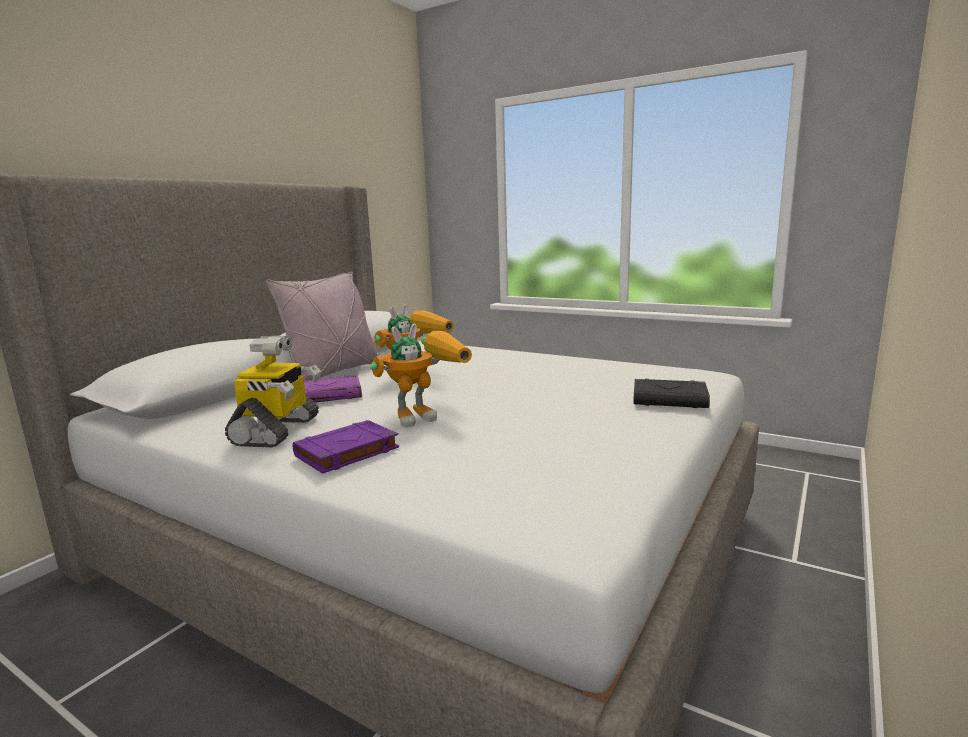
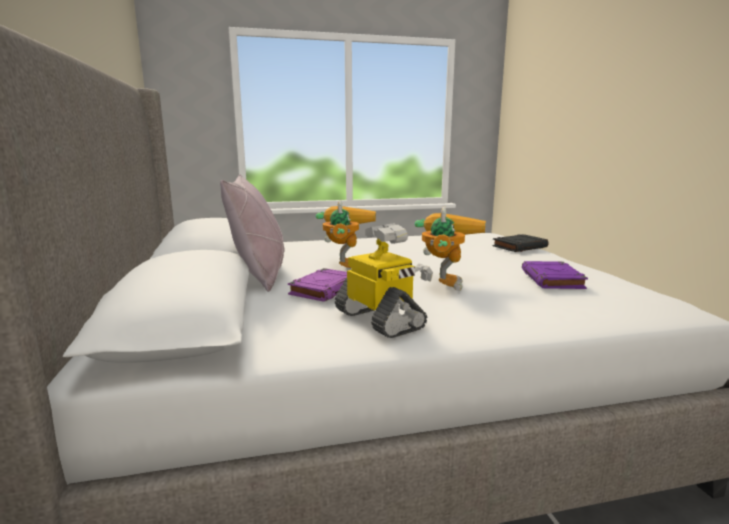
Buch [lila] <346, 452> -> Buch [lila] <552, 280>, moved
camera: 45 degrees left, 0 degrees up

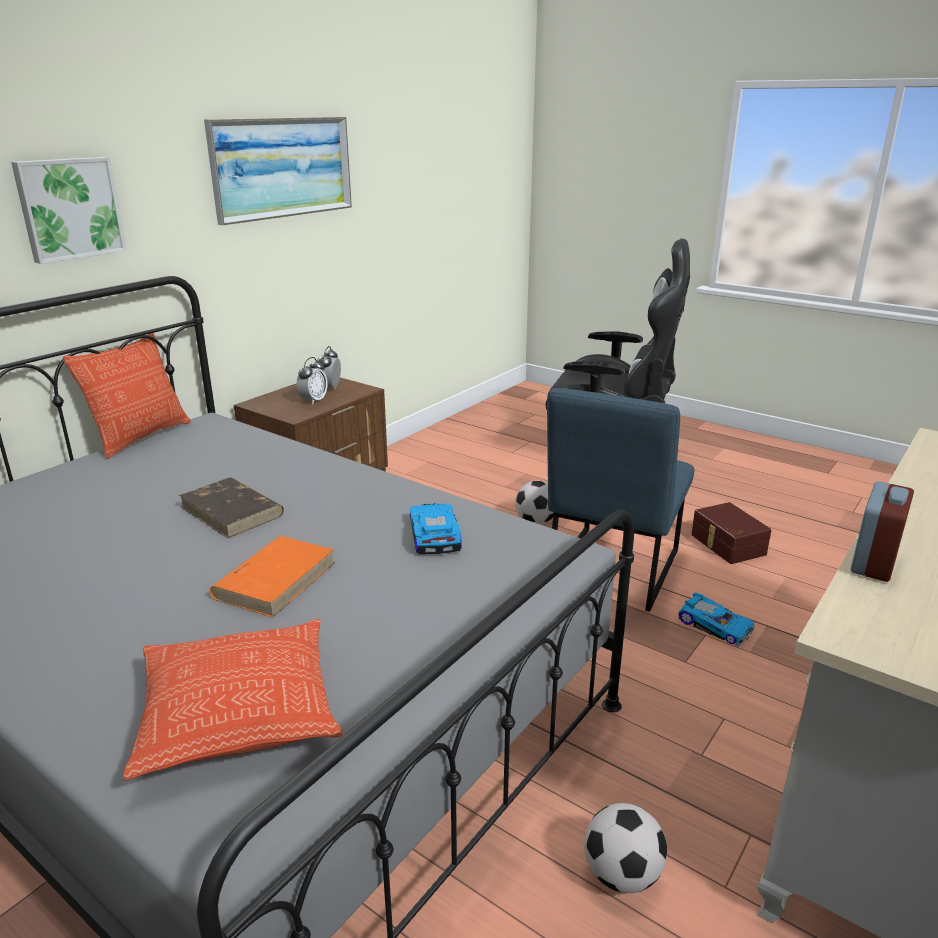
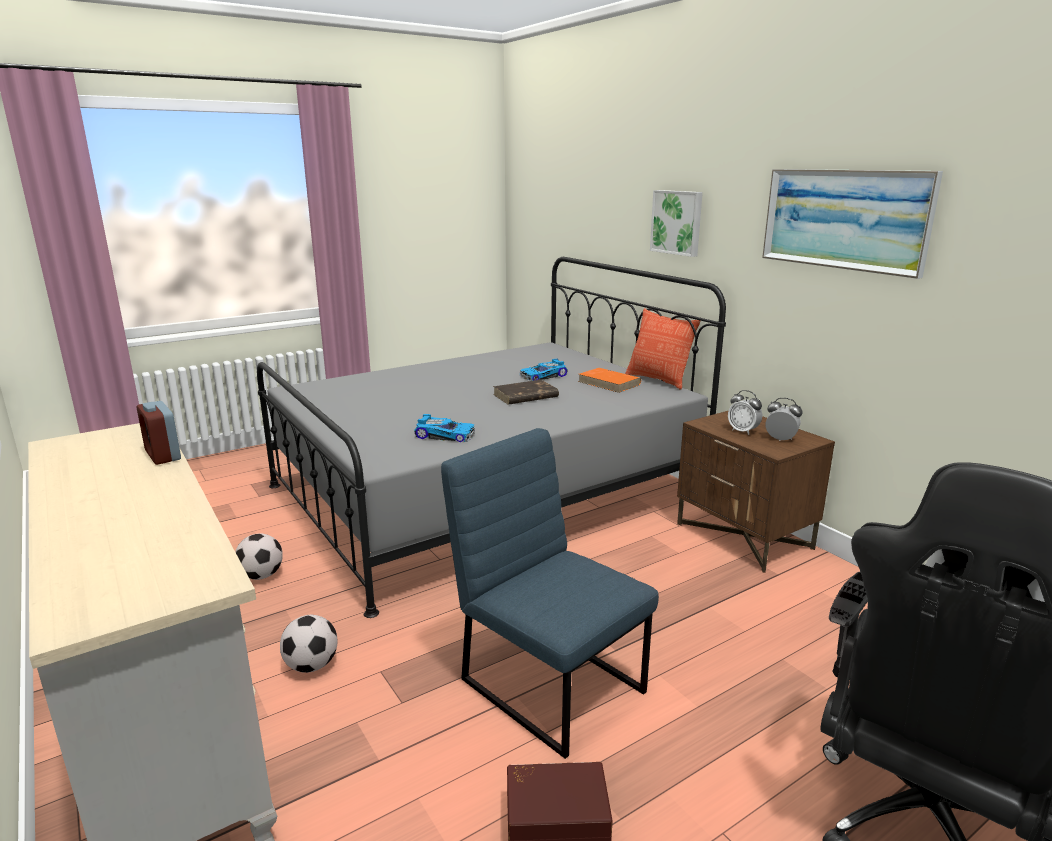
Kissen [orange] <240, 715> -> none
Buch [orange] <276, 579> -> Buch [orange] <609, 383>, moved
Fußball <536, 521> -> Fußball <311, 665>, moved
Spielzeugauto <715, 625> -> Spielzeugauto <544, 376>, moved
camera: 110 degrees right, 5 degrees down

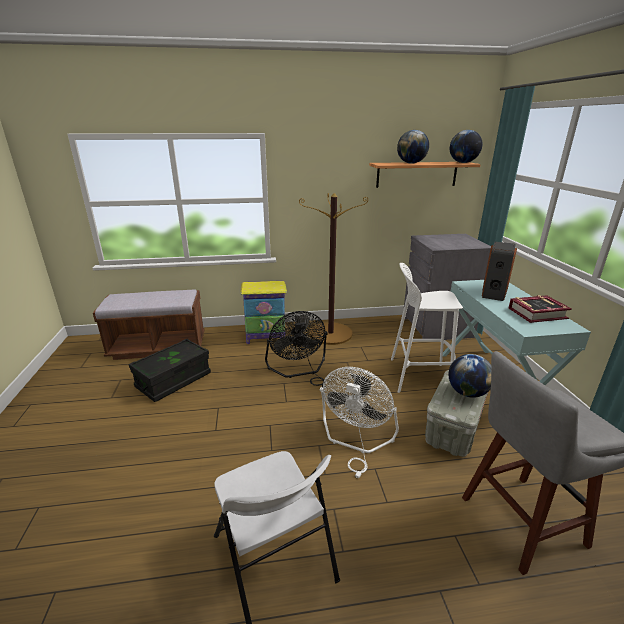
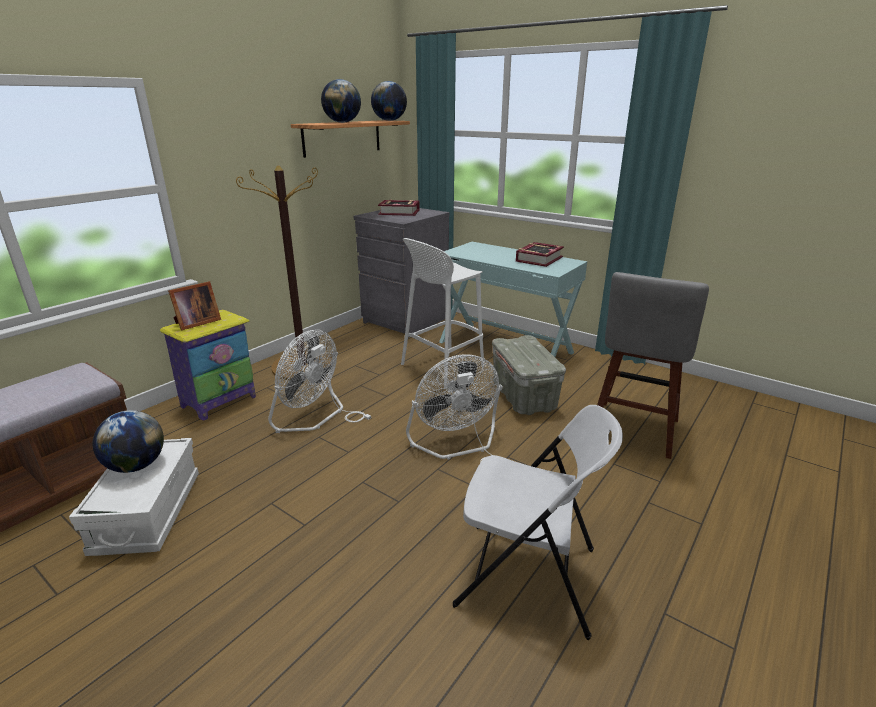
Lautsprecher <494, 292> -> none
none -> Bilderrahmen <196, 323>
none -> Buch <399, 212>
Globus <467, 393> -> Globus <136, 466>, moved
Aufbewahrungsbox [schwarz] <174, 380> -> Aufbewahrungsbox [weiß] <148, 513>
Ventilator [schwarz] <301, 370> -> Ventilator [weiß] <321, 415>
camera: 45 degrees left, 0 degrees up

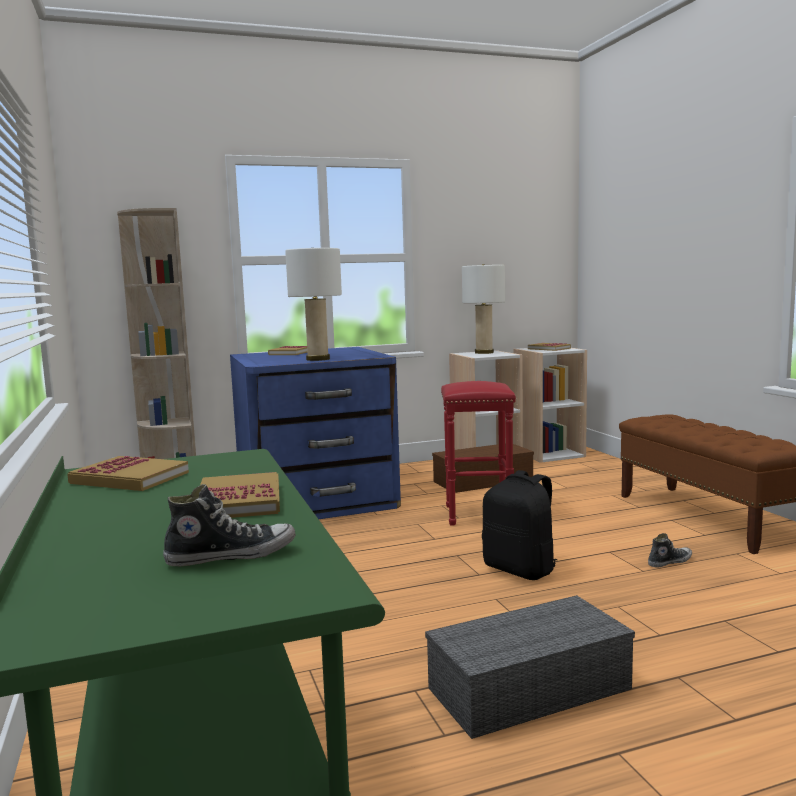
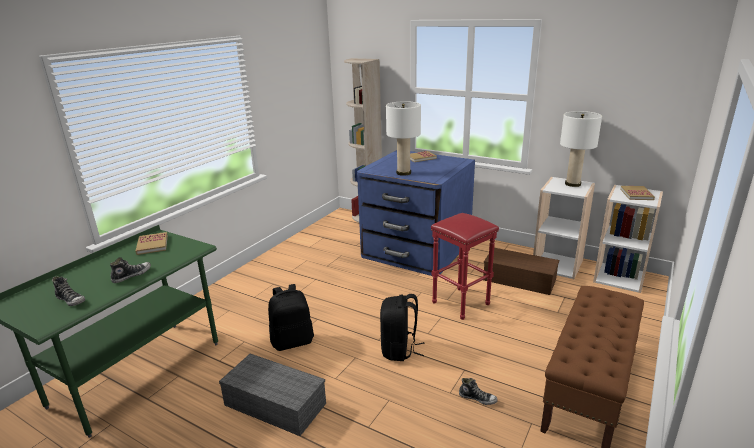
none -> Rucksack [schwarz] <292, 341>
Buch <239, 501> -> Schuh <132, 275>
camera: 50 degrees right, 15 degrees up

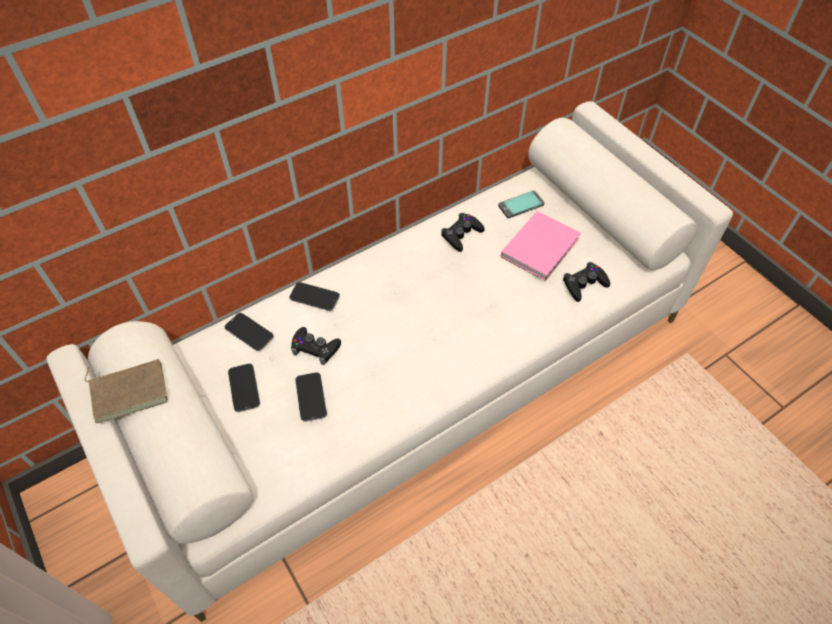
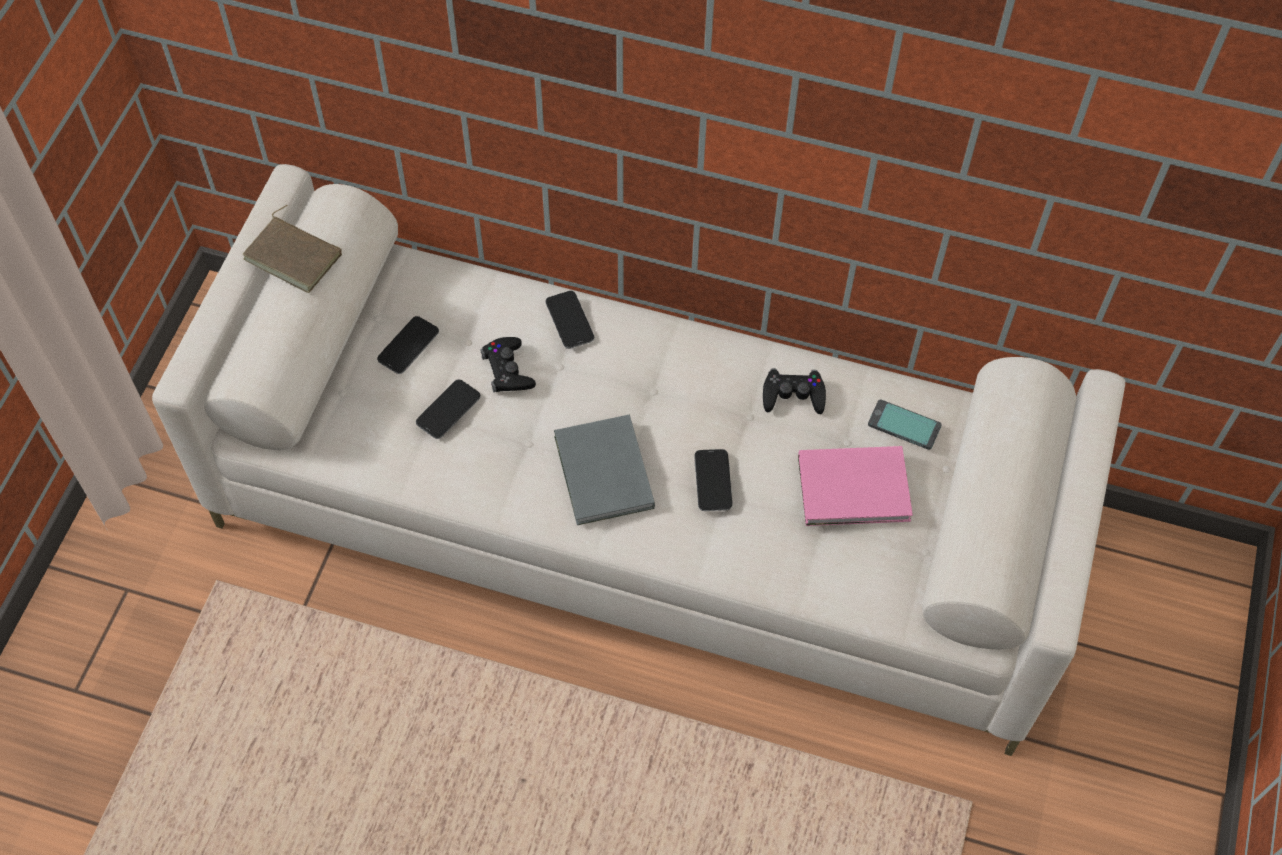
Gamepad [schwarz] <584, 284> -> none
none -> Buch [grau] <602, 475>
Handy <249, 332> -> Handy <713, 481>, moved
camera: 50 degrees right, 5 degrees up

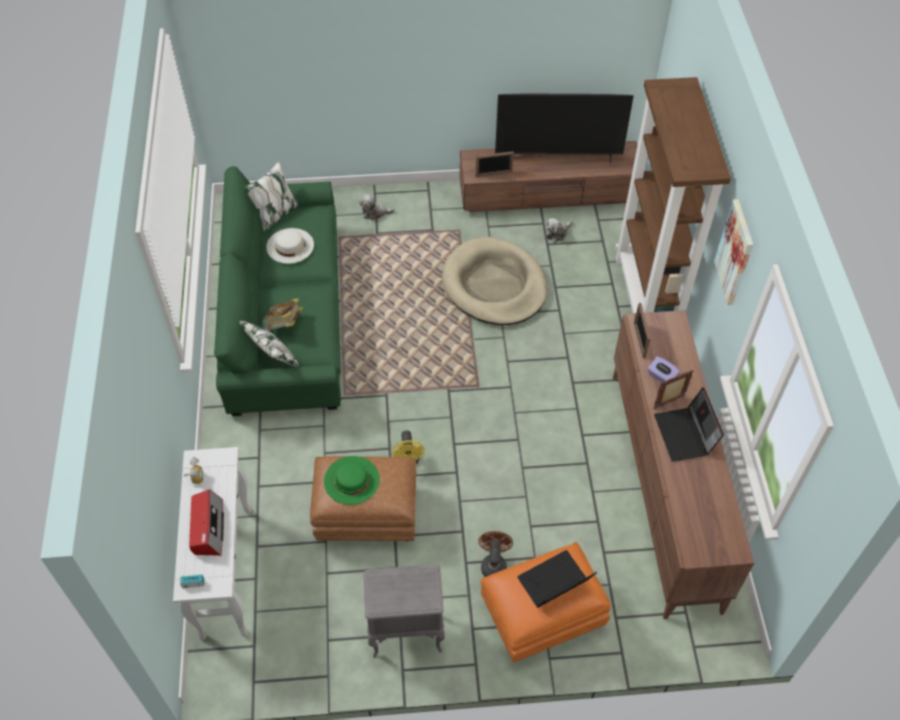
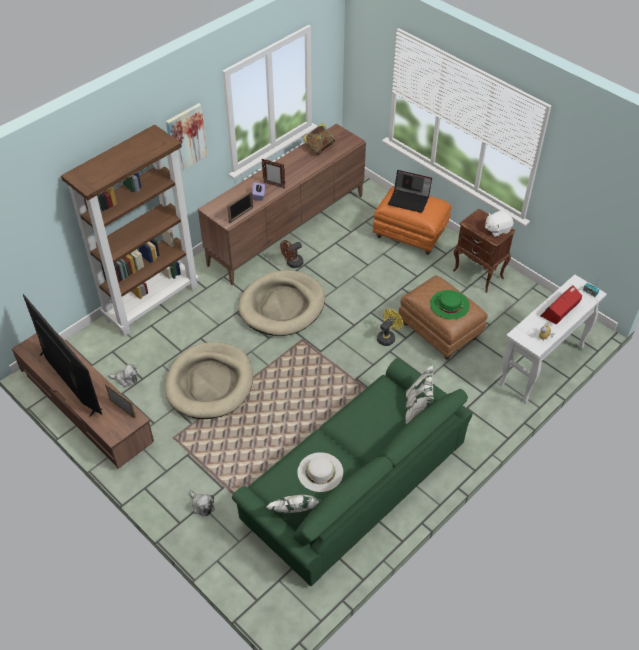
Laptop <685, 435> -> none
none -> Hundebett [beige] <282, 306>
none -> Plüschtier [weiß] <497, 229>
Buch <284, 325> -> Buch <319, 148>, moved
Ventilator [braun] <493, 563> -> Ventilator [braun] <292, 264>, moved
Nachttisch [grau] <405, 633> -> Nachttisch [braun] <478, 274>
camera: 130 degrees left, 5 degrees down

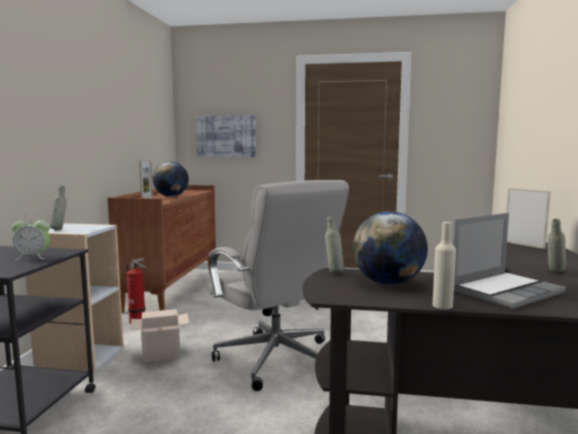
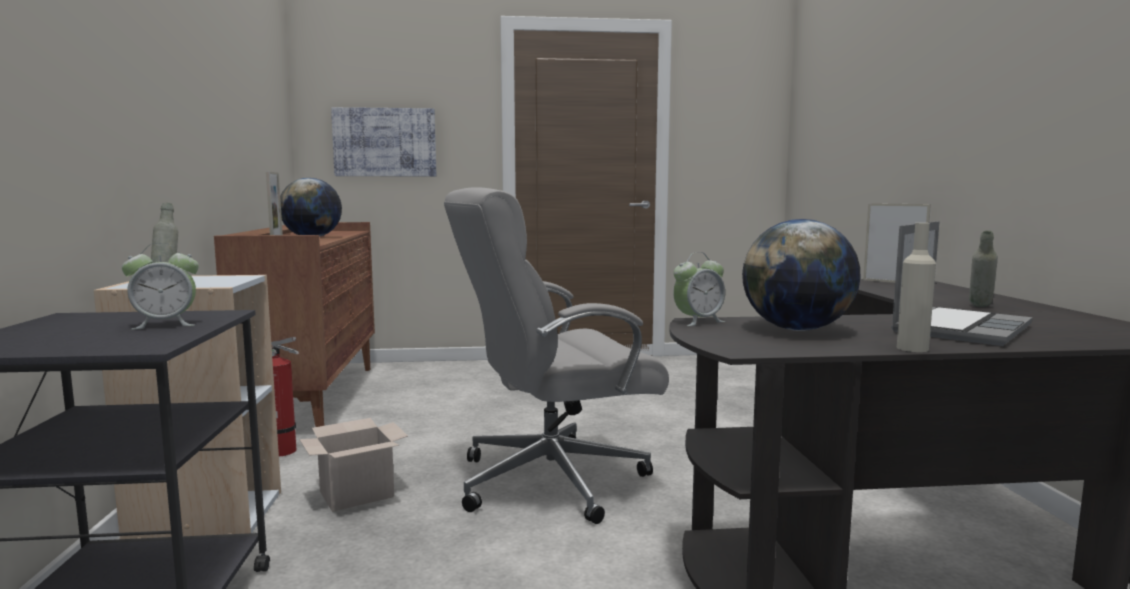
Flasche [grau] <333, 272> -> Wecker <698, 321>
Bürostuhl [grau] <276, 358> -> Bürostuhl [grau] <552, 480>, 120 degrees clockwise
camera: 15 degrees left, 0 degrees up

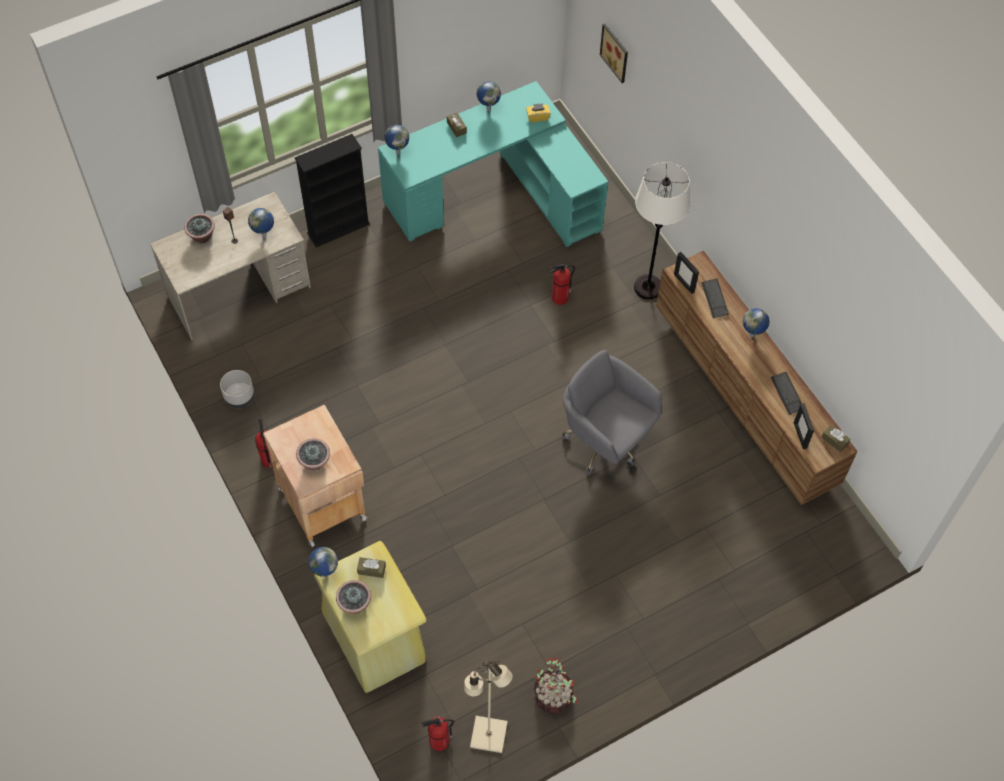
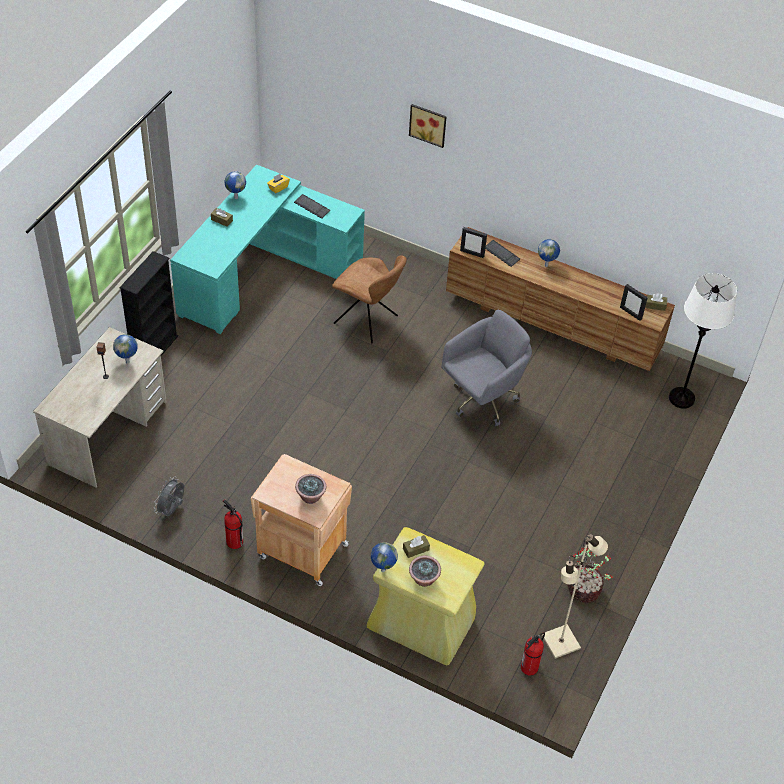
Topfpflanze <202, 237> -> none
Globus <398, 152> -> none
Bild <616, 52> -> Bild <428, 124>, moved
Stehlampe [weiß] <647, 287> -> Stehlampe [weiß] <681, 398>, moved
Tastatur <787, 394> -> Tastatur <312, 207>, moved
Pflanzkübel [grau] <239, 397> -> Ventilator [grau] <172, 510>
Feuerlöscher <559, 298> -> Stuhl [braun] <367, 321>
Bürostuhl [grau] <605, 444> -> Bürostuhl [grau] <481, 402>, 135 degrees clockwise
camera: 35 degrees left, 10 degrees down

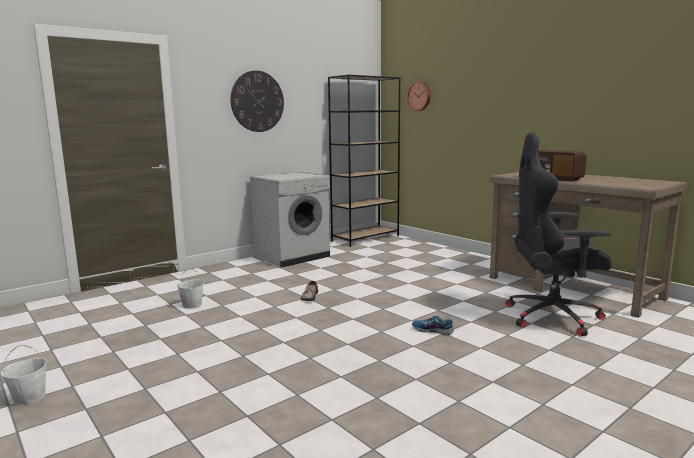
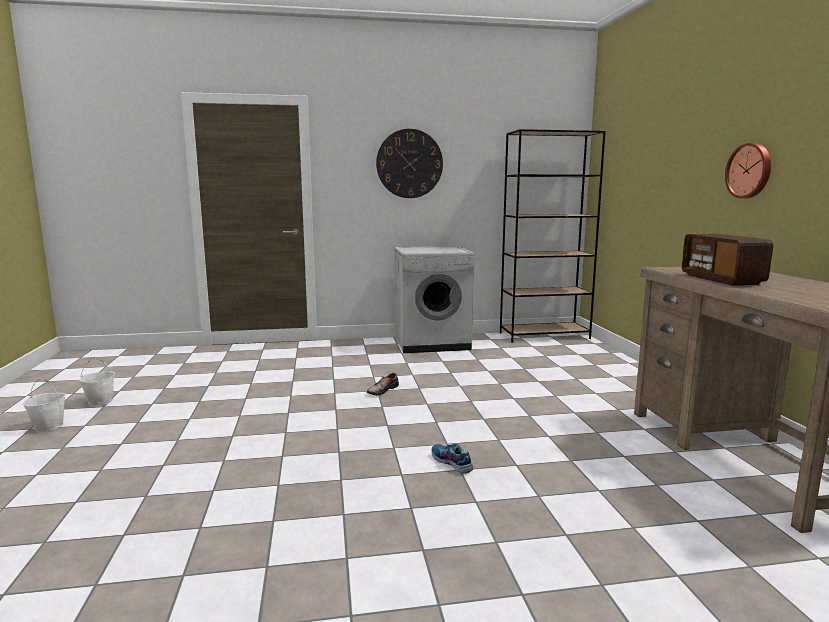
Bürostuhl [schwarz] <553, 317> -> none
Eimer [weiß] <192, 305> -> Eimer [weiß] <100, 401>, moved
Wanduhr <419, 96> -> Wanduhr <750, 171>, moved
camera: 30 degrees right, 0 degrees up

